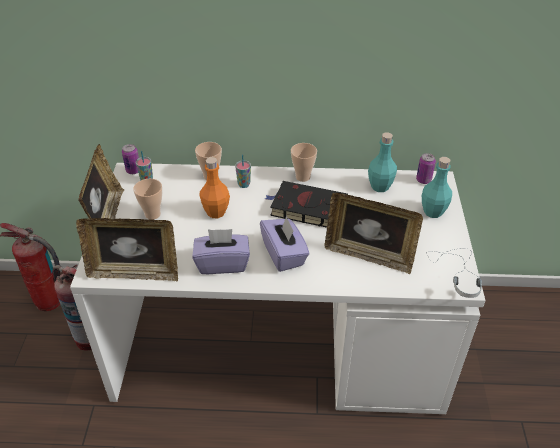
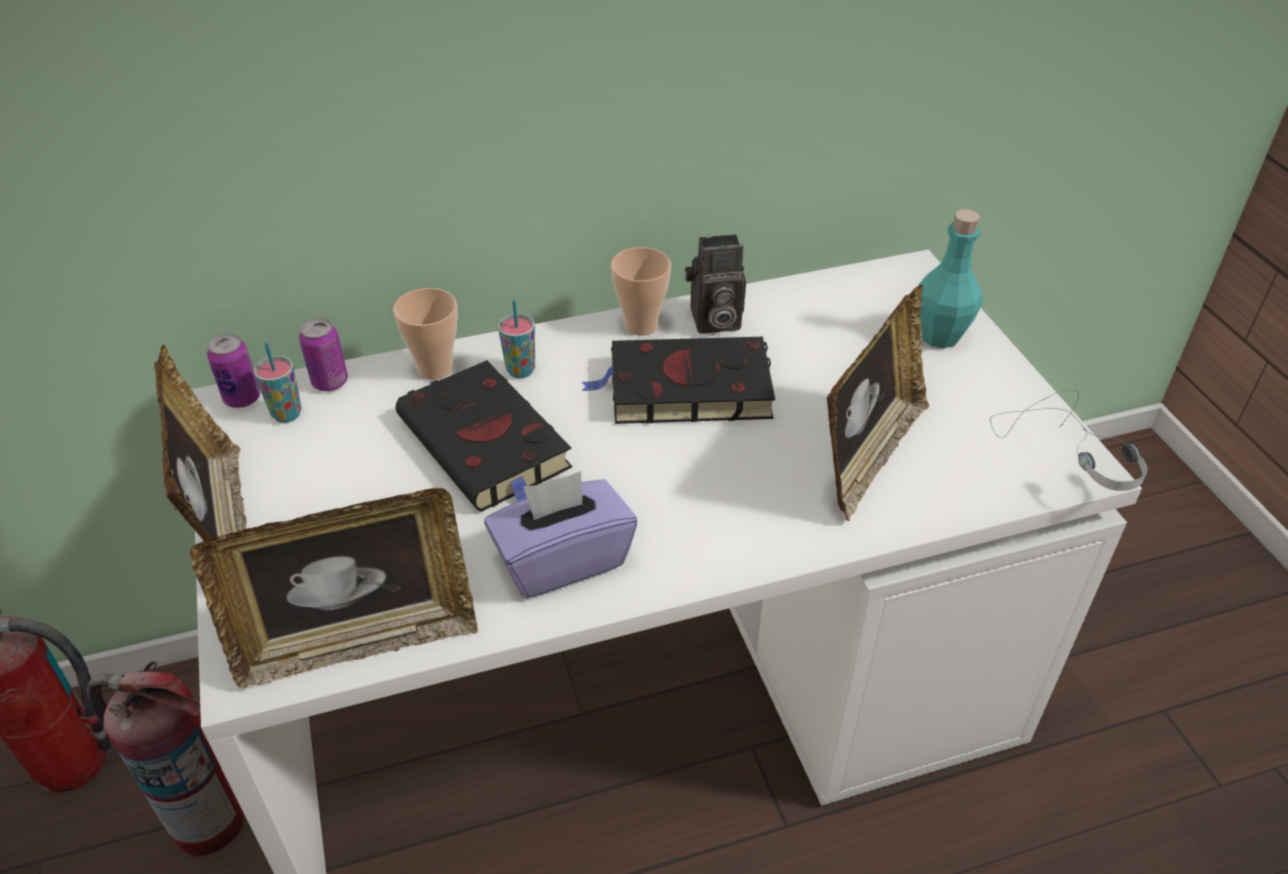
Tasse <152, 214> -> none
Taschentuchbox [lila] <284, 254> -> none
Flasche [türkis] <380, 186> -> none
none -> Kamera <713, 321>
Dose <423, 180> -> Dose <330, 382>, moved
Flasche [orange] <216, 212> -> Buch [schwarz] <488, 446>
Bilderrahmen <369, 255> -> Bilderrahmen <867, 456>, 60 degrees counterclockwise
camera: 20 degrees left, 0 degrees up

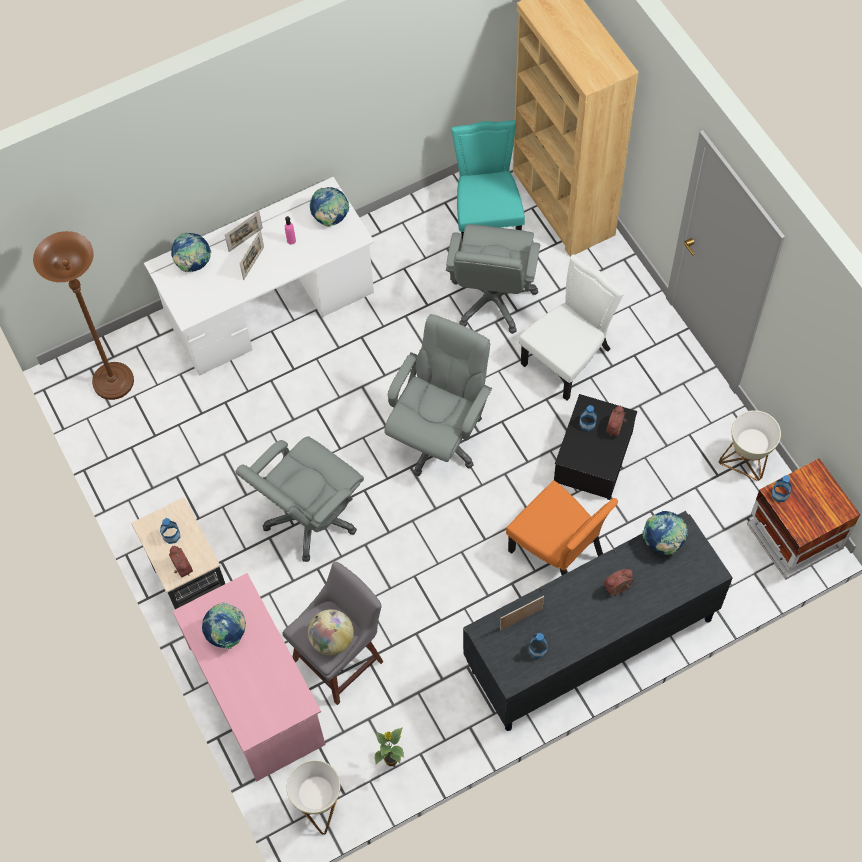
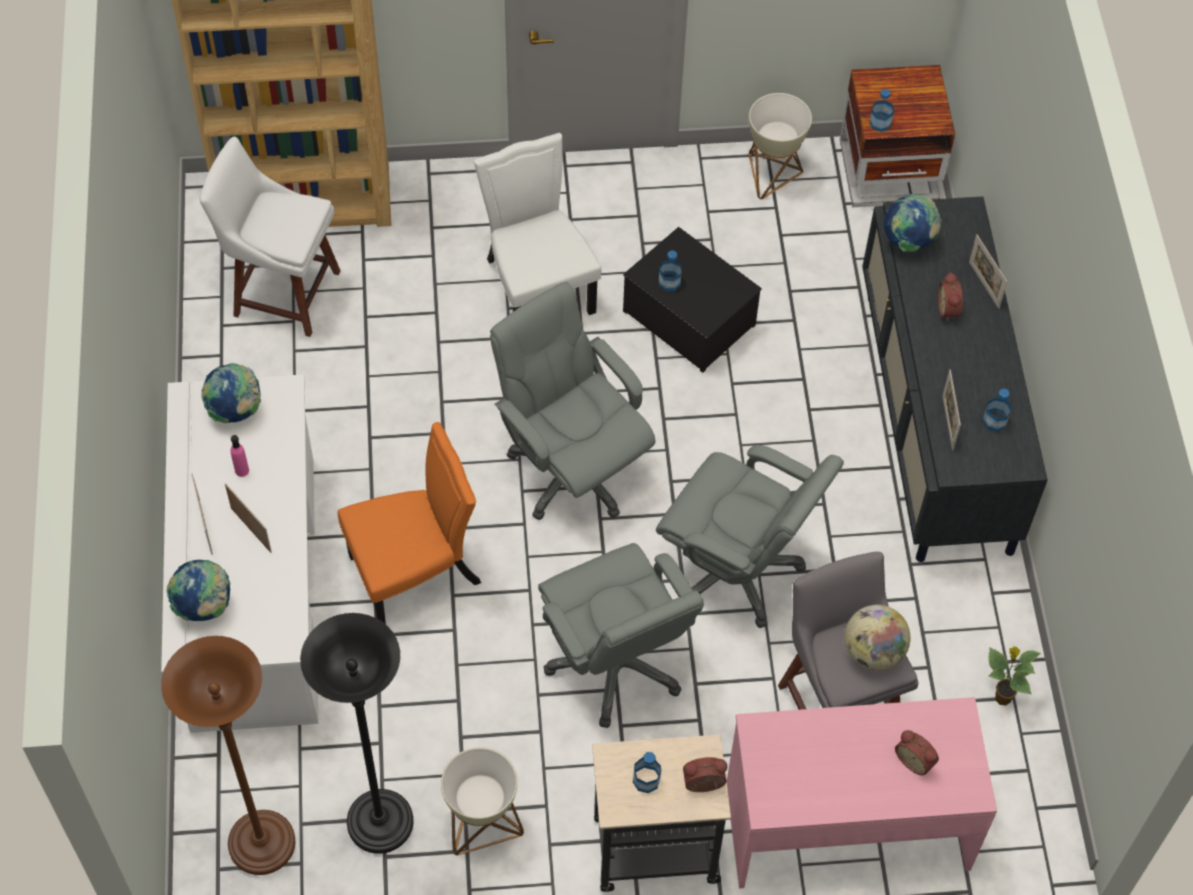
Globus <227, 633> -> none
none -> Stehlampe [schwarz] <380, 823>
none -> Bilderrahmen <984, 285>
Pflanzkübel <319, 806> -> Pflanzkübel <483, 824>, moved
Bürostuhl [grau] <493, 299> -> Bürostuhl [grau] <736, 570>, moved
Stuhl [orange] <557, 552> -> Stuhl [orange] <413, 573>, moved
Wecker <616, 428> -> Wecker <915, 760>, moved
Stuhl [türkis] <487, 221> -> Hocker [weiß] <282, 291>
camera: 70 degrees left, 5 degrees down

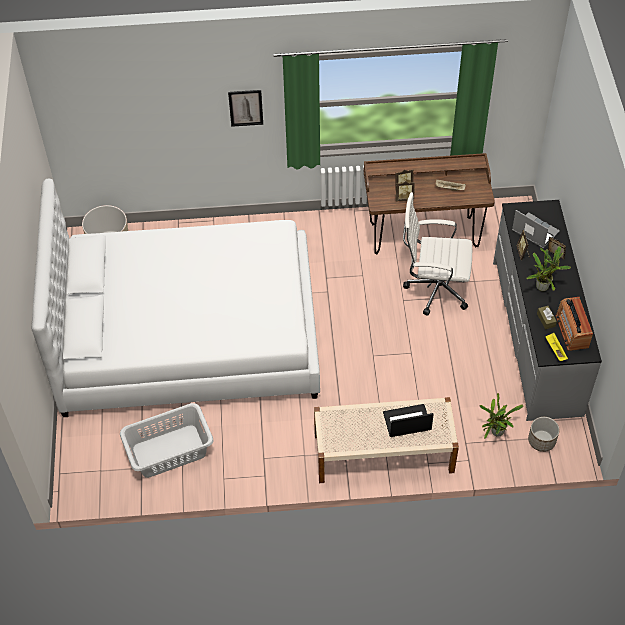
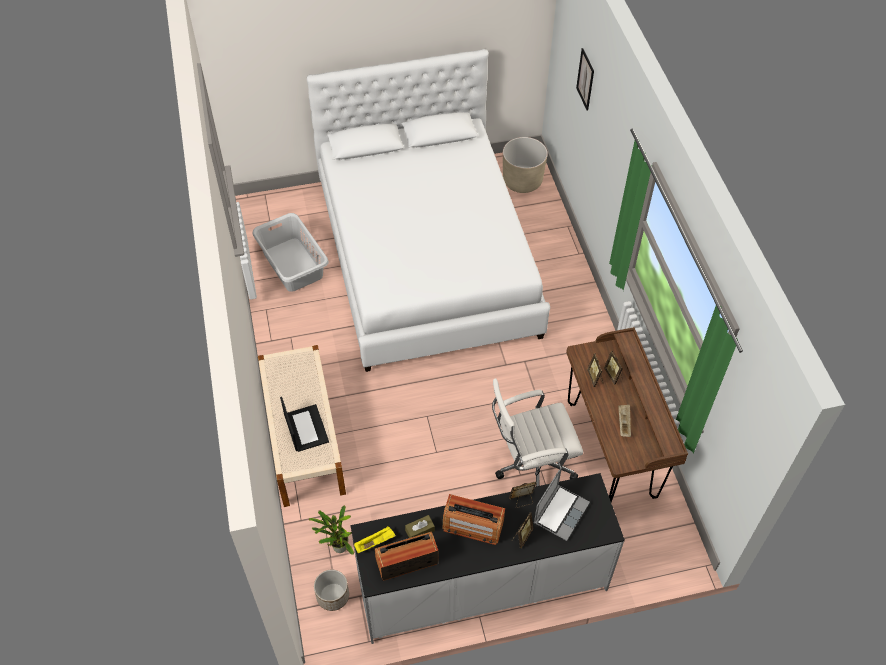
Bild <246, 108> -> Bild <585, 79>, moved
Topfpflanze <543, 286> -> Radio <473, 526>
Bürostuhl [weiß] <434, 289> -> Bürostuhl [weiß] <531, 468>, 105 degrees counterclockwise
camera: 80 degrees right, 0 degrees up

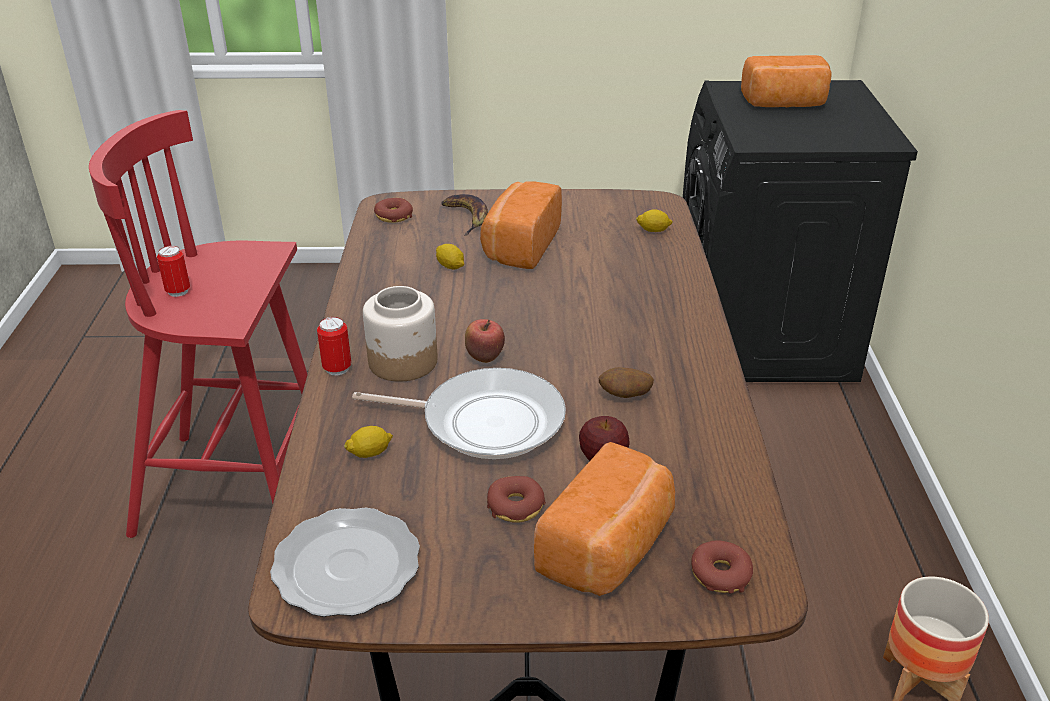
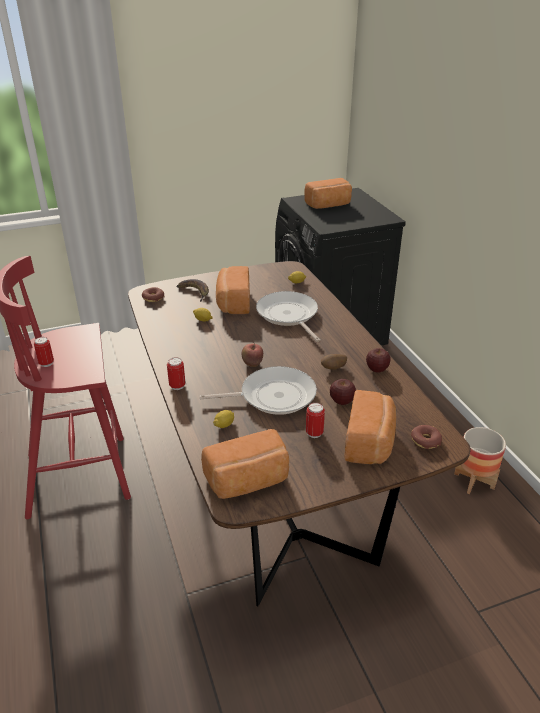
Vorratsglas <403, 362> -> none
none -> Pfanne <288, 315>
none -> Apfel <377, 369>
Teller <345, 564> -> Brot <248, 481>
Donut <516, 506> -> Dose <314, 433>
camera: 20 degrees left, 0 degrees up

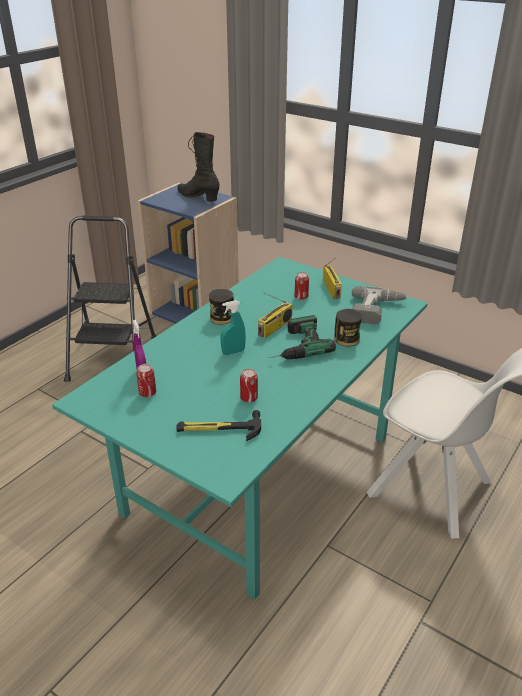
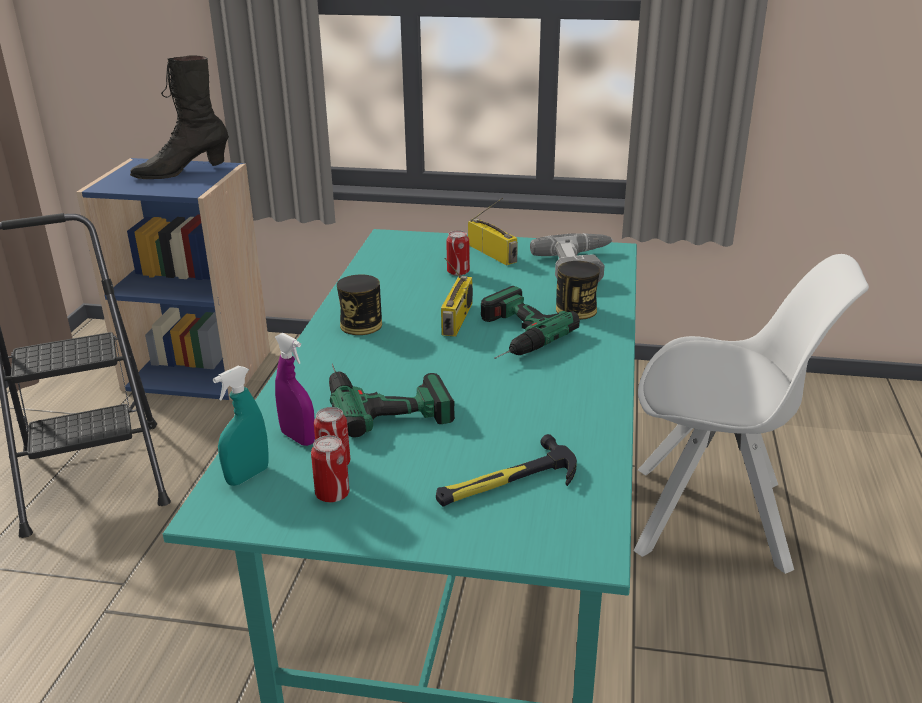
none -> Bohrmaschine <384, 399>
Sprühflasche [türkis] <233, 352> -> Sprühflasche [türkis] <247, 476>, moved
Dose <249, 398> -> Dose <332, 494>, moved
Stiefel [schwarz] <198, 197> -> Stiefel [schwarz] <182, 172>, 45 degrees counterclockwise
camera: 25 degrees left, 5 degrees down

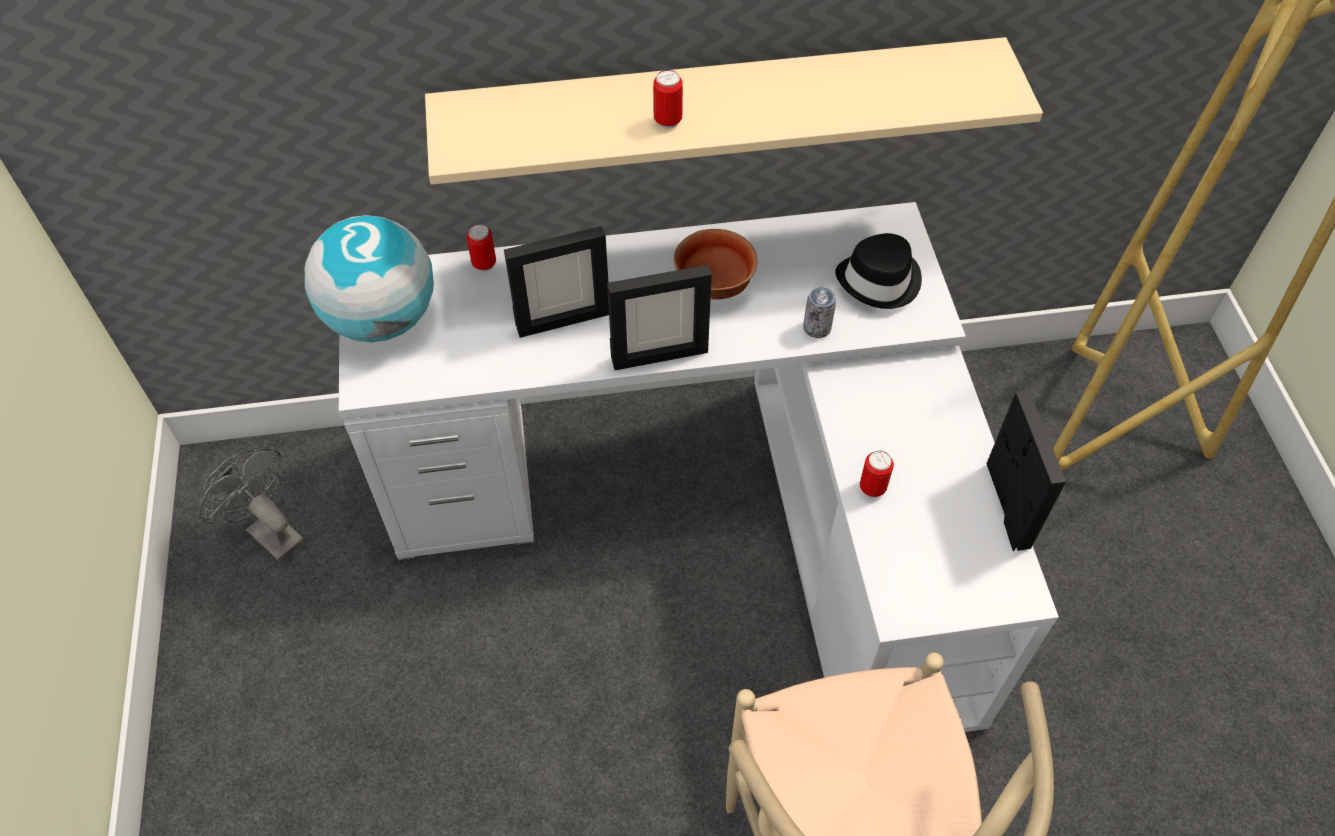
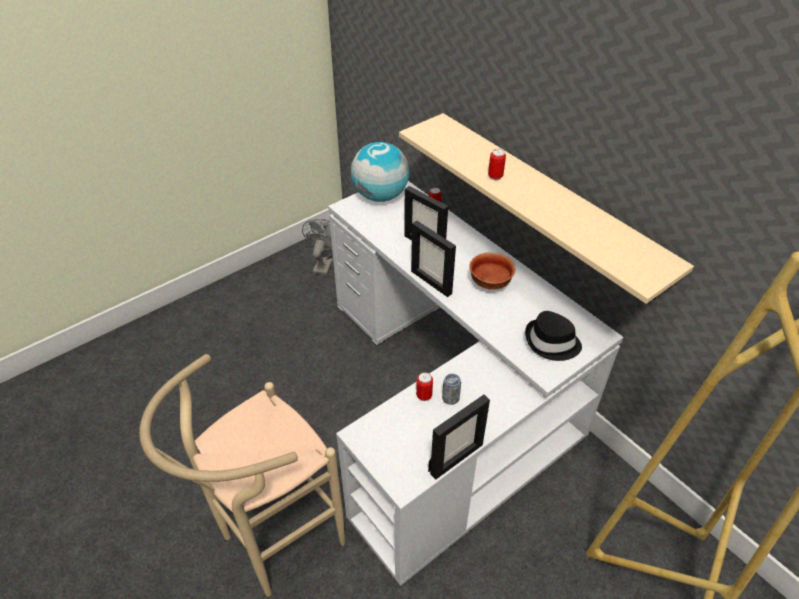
Dose <817, 328> -> Dose <450, 398>, moved
camera: 60 degrees right, 10 degrees down

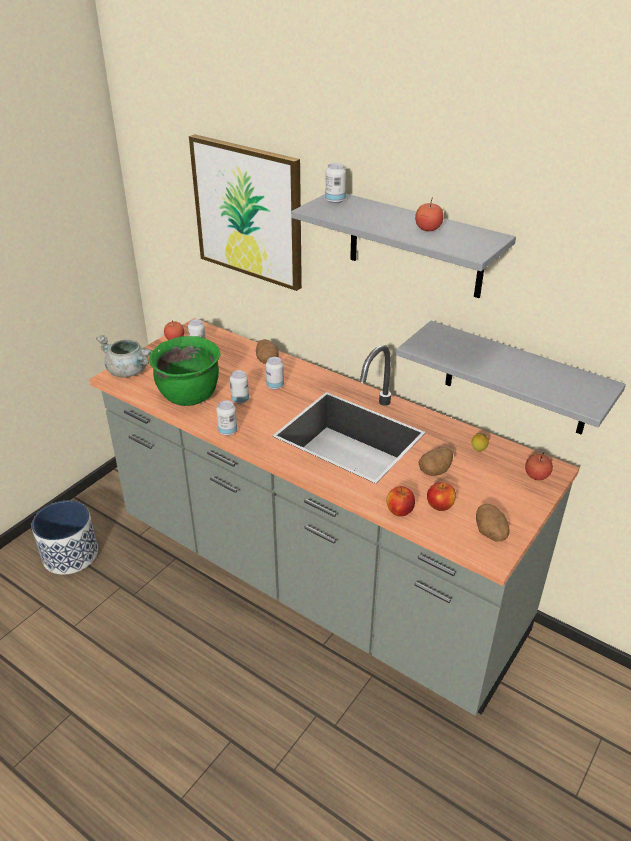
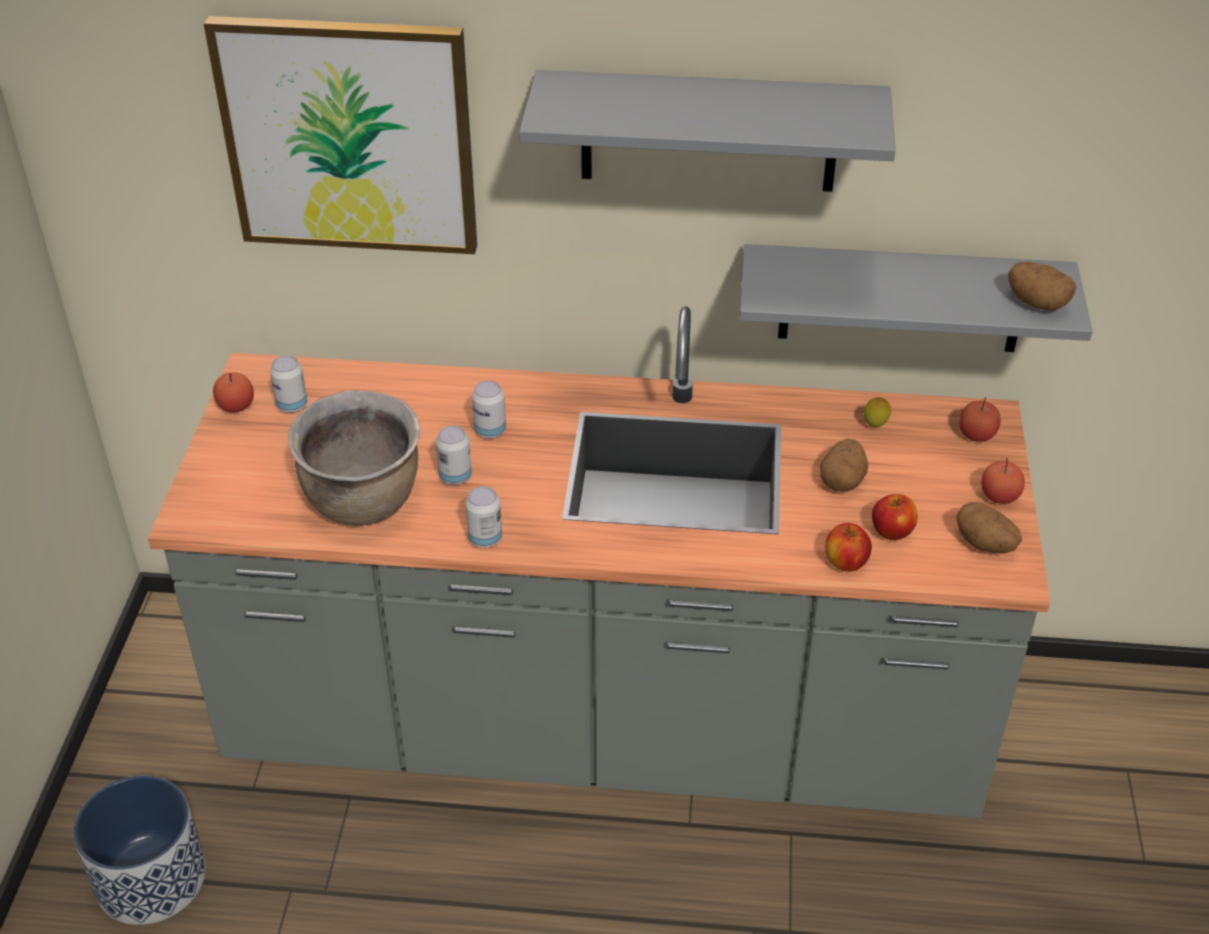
Kochtopf [grau] <129, 371> -> none
Dose <335, 201> -> none
Kartoffel <267, 360> -> Kartoffel <1036, 302>, moved
Apfel <428, 229> -> Apfel <999, 496>, moved
Kochtopf [grün] <190, 396> -> Kochtopf [braun] <364, 502>
camera: 30 degrees left, 5 degrees up

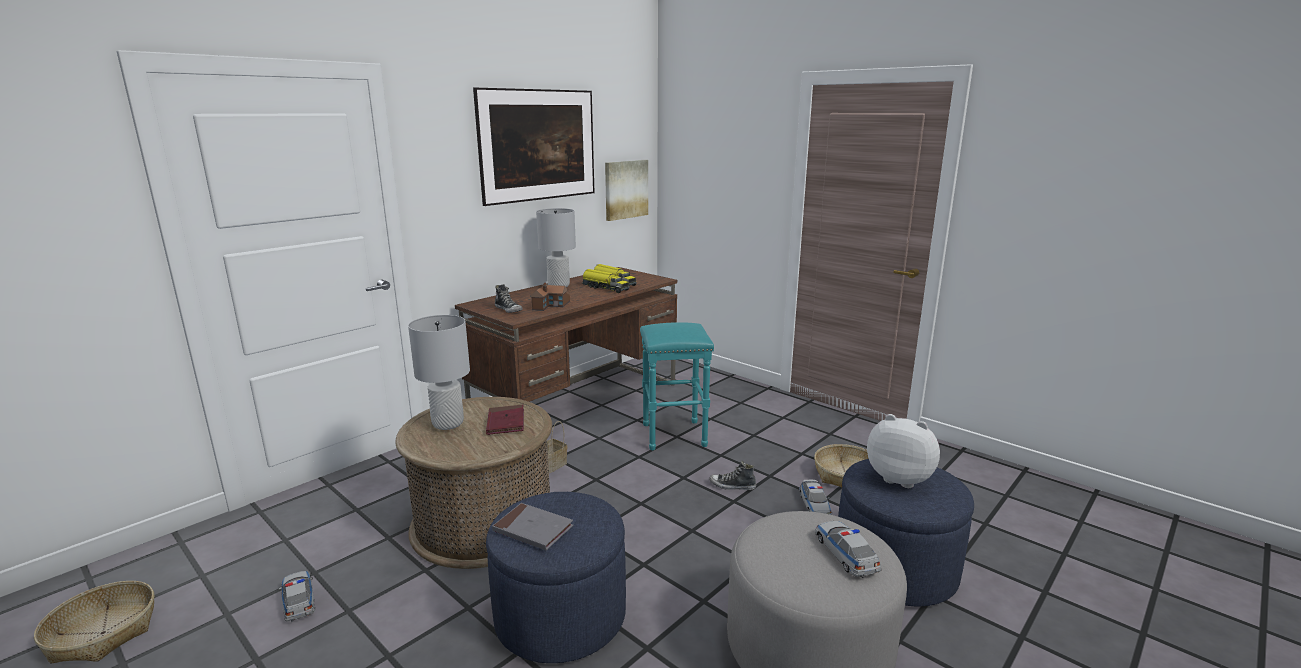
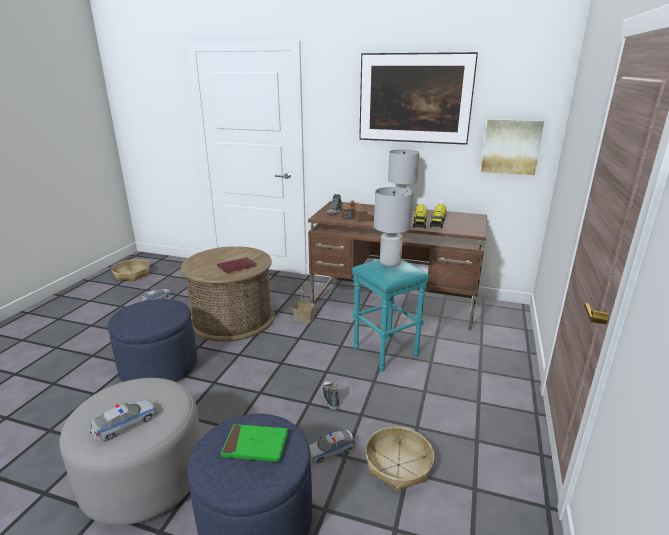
Buch [grau] <533, 529> -> none
Tischlampe [grau] <448, 426> -> Tischlampe [grau] <390, 264>, moved
Plüschtier <900, 478> -> Buch [grün] <255, 445>
camera: 65 degrees right, 5 degrees up

